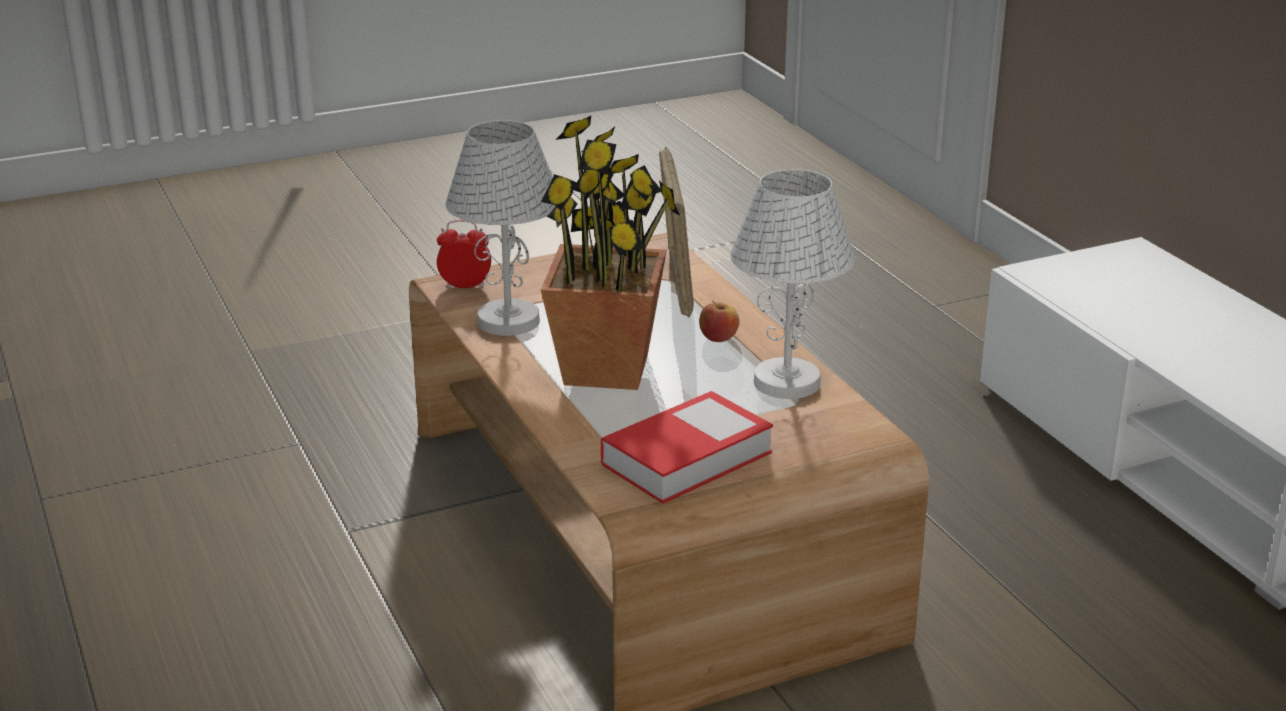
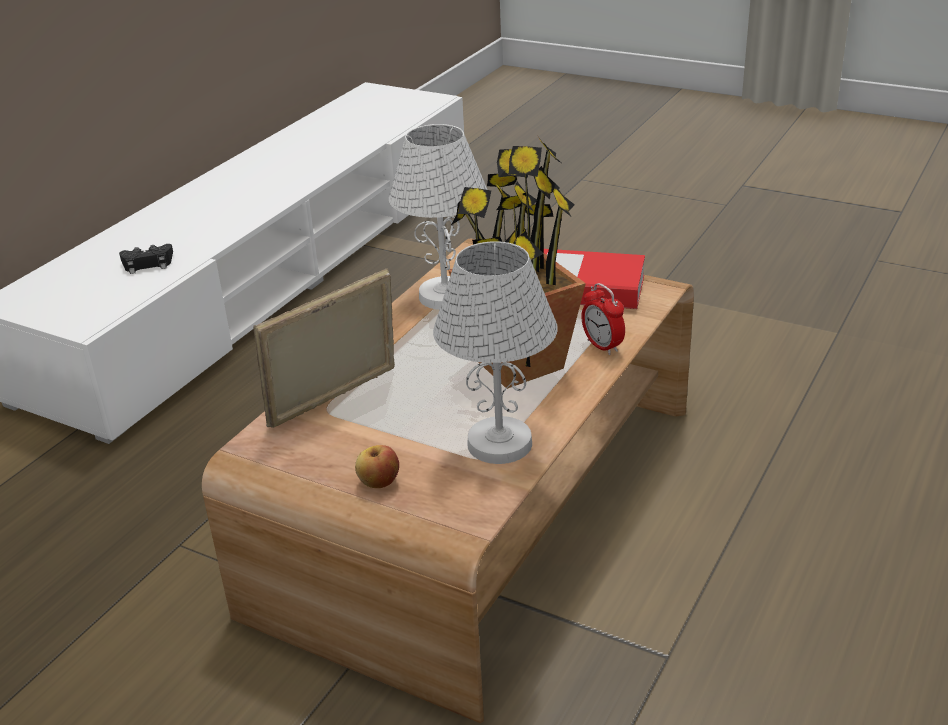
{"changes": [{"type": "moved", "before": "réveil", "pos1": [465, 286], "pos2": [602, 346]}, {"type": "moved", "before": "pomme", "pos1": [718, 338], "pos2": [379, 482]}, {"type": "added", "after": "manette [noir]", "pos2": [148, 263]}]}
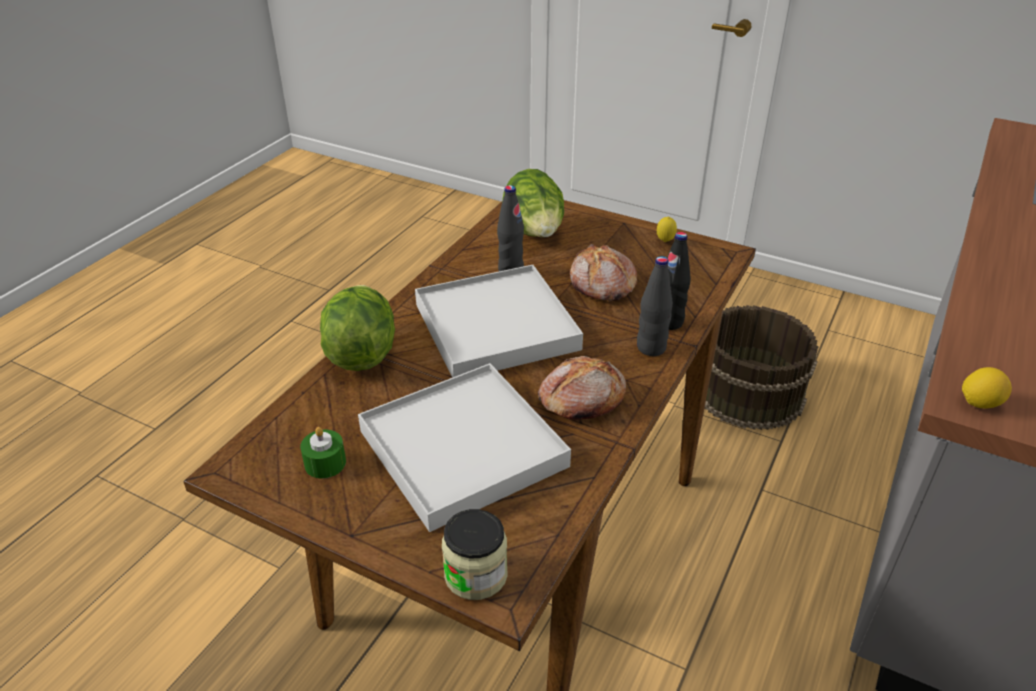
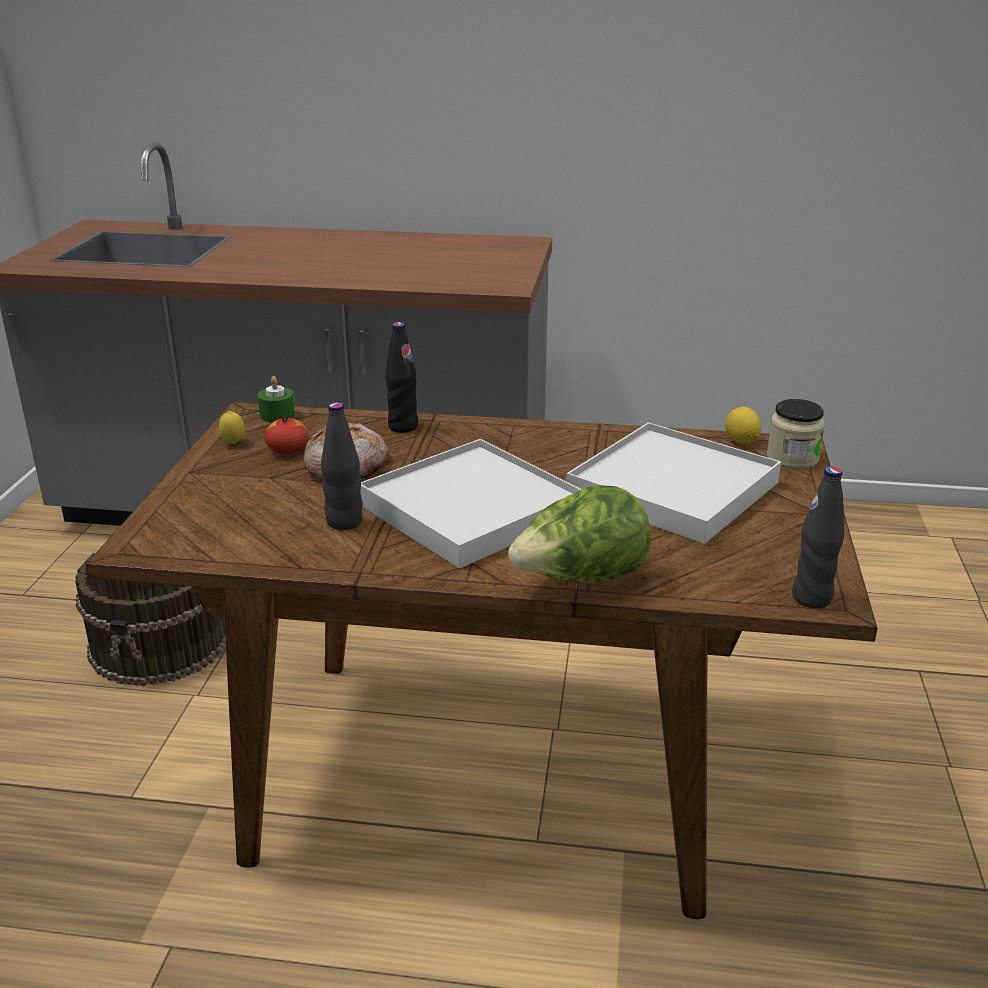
{"changes": [{"type": "moved", "before": "bougie [vert]", "pos1": [325, 463], "pos2": [277, 415]}, {"type": "removed", "before": "laitue", "pos1": [535, 233]}, {"type": "removed", "before": "pain", "pos1": [580, 398]}, {"type": "moved", "before": "bouteille [noir]", "pos1": [651, 348], "pos2": [812, 598]}, {"type": "moved", "before": "citron", "pos1": [979, 403], "pos2": [741, 441]}, {"type": "added", "after": "pomme", "pos2": [288, 450]}]}
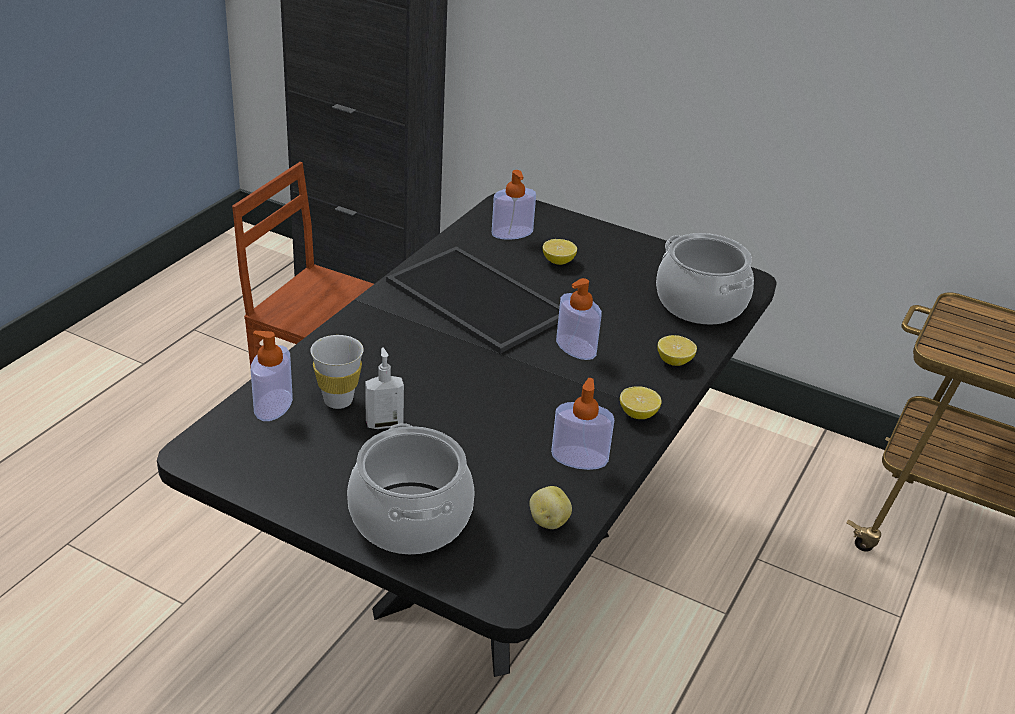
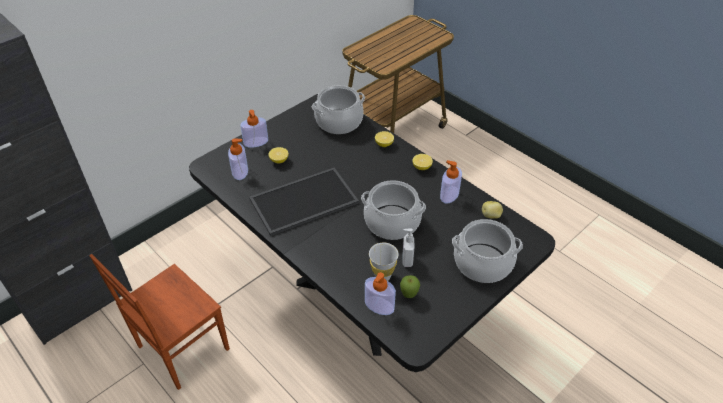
{"changes": [{"type": "moved", "before": "distributeur de savon", "pos1": [576, 347], "pos2": [256, 142]}, {"type": "added", "after": "marmite", "pos2": [392, 222]}, {"type": "added", "after": "pomme", "pos2": [409, 295]}]}
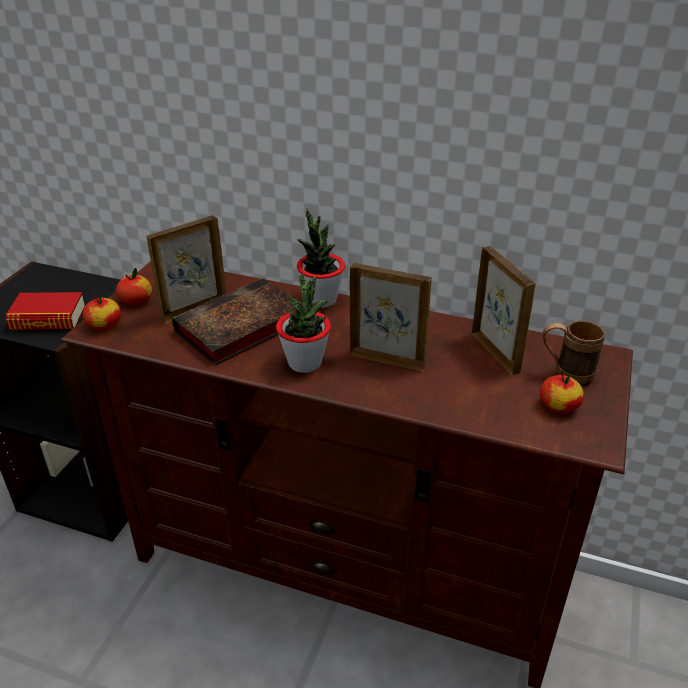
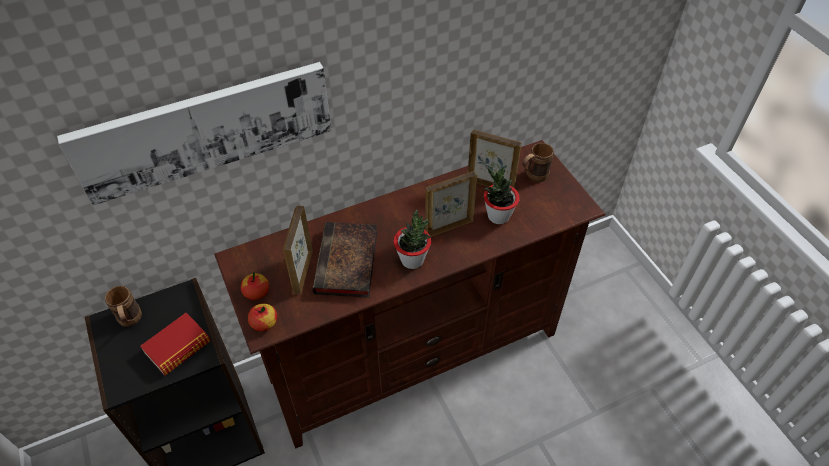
{"changes": [{"type": "moved", "before": "plante en pot", "pos1": [321, 300], "pos2": [498, 216]}, {"type": "removed", "before": "pomme", "pos1": [558, 405]}, {"type": "added", "after": "tableau", "pos2": [205, 129]}, {"type": "added", "after": "mug [marron]", "pos2": [130, 321]}]}
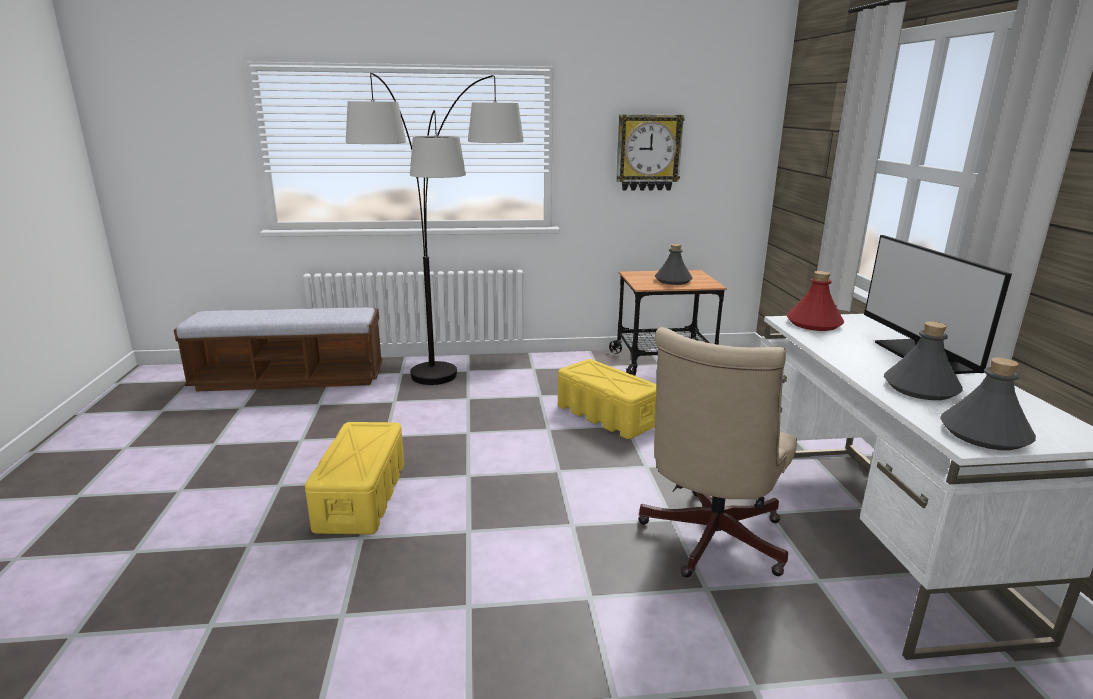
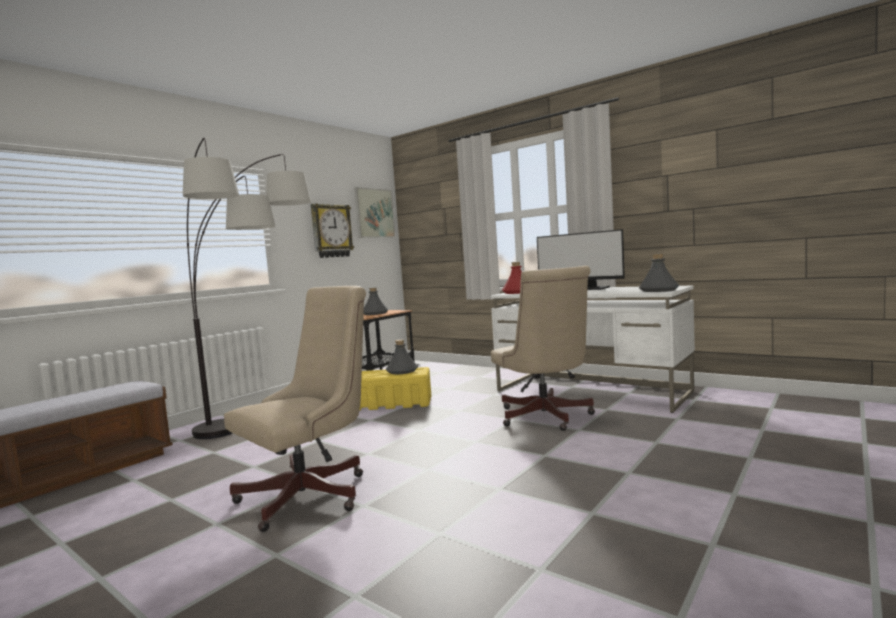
{"changes": [{"type": "replaced", "before": "boîte de rangement [jaune]", "after": "chaise de bureau [beige]", "pos1": [361, 497], "pos2": [312, 494]}, {"type": "moved", "before": "bouteille [gris]", "pos1": [920, 388], "pos2": [401, 371]}, {"type": "added", "after": "tableau", "pos2": [374, 213]}]}
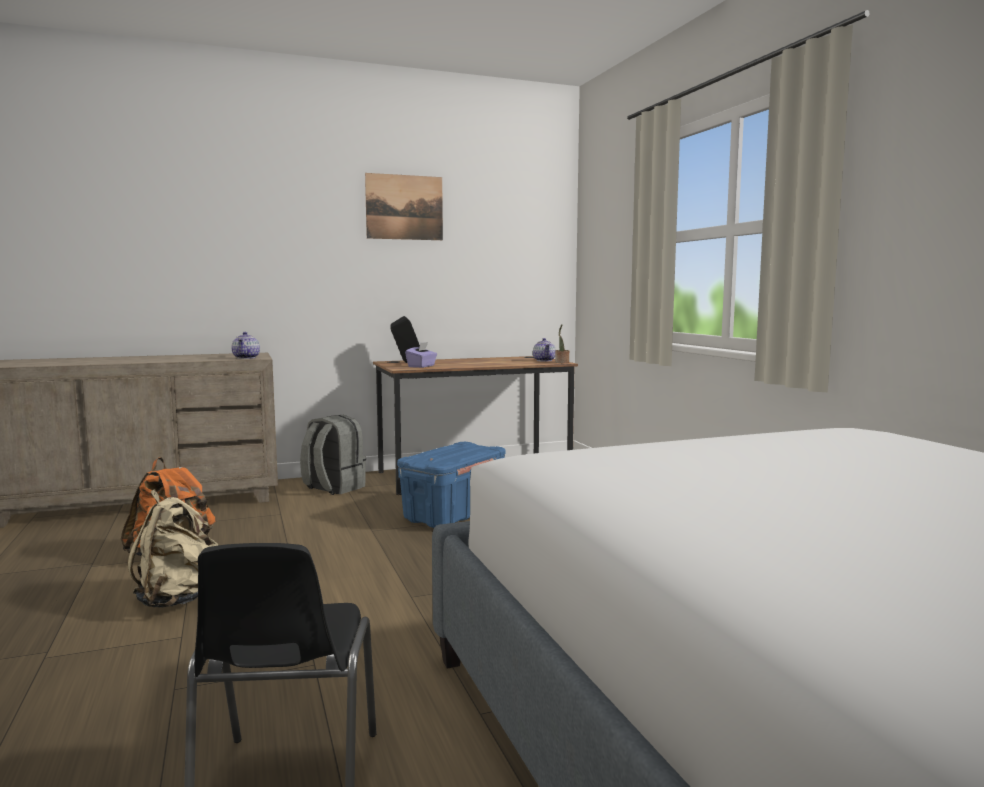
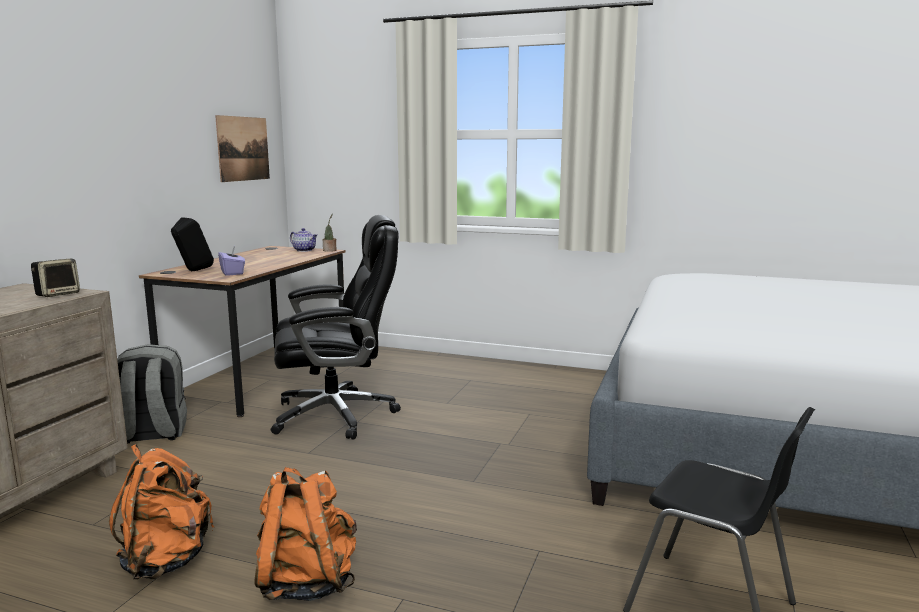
{"changes": [{"type": "recoloured", "before": "sac à dos [beige]", "after": "sac à dos [orange]", "pos1": [177, 599], "pos2": [307, 583]}, {"type": "replaced", "before": "théière", "after": "enceinte", "pos1": [246, 357], "pos2": [58, 294]}, {"type": "moved", "before": "tableau", "pos1": [404, 207], "pos2": [243, 148]}, {"type": "replaced", "before": "boîte de rangement [bleu]", "after": "chaise de bureau [noir]", "pos1": [453, 514], "pos2": [337, 415]}]}
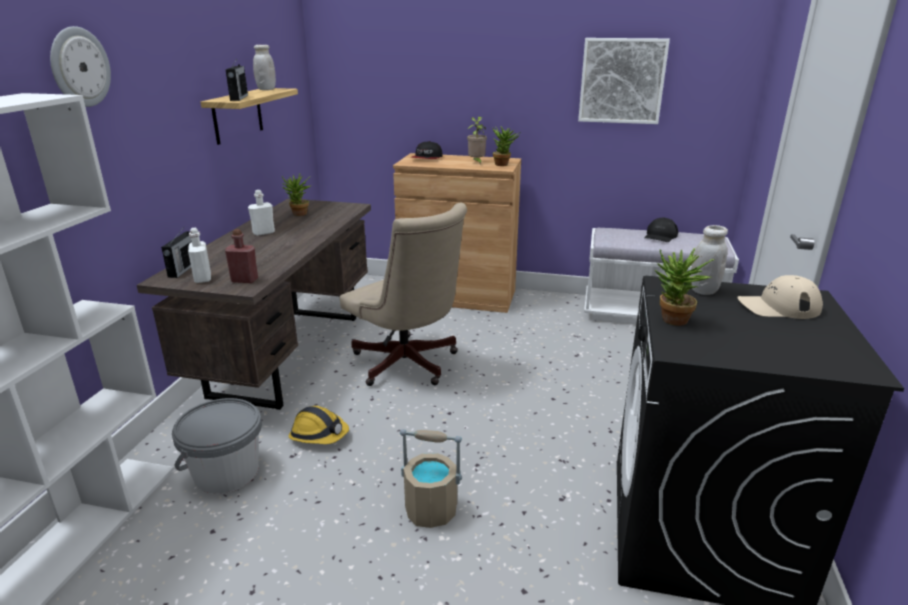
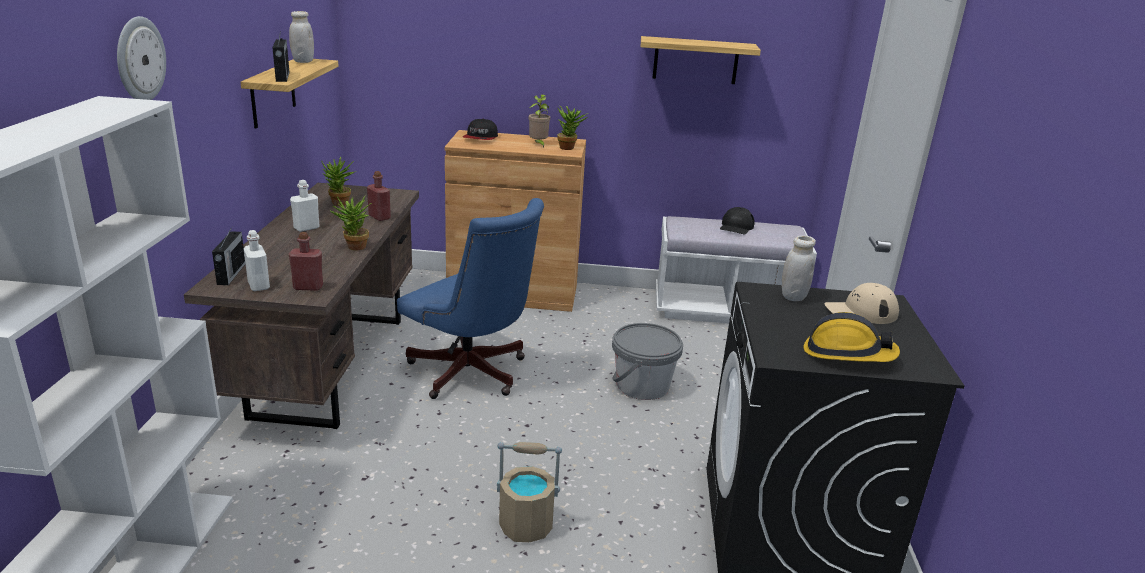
{"changes": [{"type": "moved", "before": "seau [gris]", "pos1": [226, 472], "pos2": [642, 385]}, {"type": "moved", "before": "casque de chantier", "pos1": [319, 435], "pos2": [847, 354]}, {"type": "recoloured", "before": "chaise de bureau [beige]", "after": "chaise de bureau [bleu]", "pos1": [408, 365], "pos2": [472, 375]}, {"type": "replaced", "before": "tableau", "after": "étagère", "pos1": [622, 81], "pos2": [695, 60]}, {"type": "moved", "before": "plante en pot", "pos1": [672, 322], "pos2": [354, 248]}, {"type": "added", "after": "bouteille [rouge]", "pos2": [379, 217]}]}
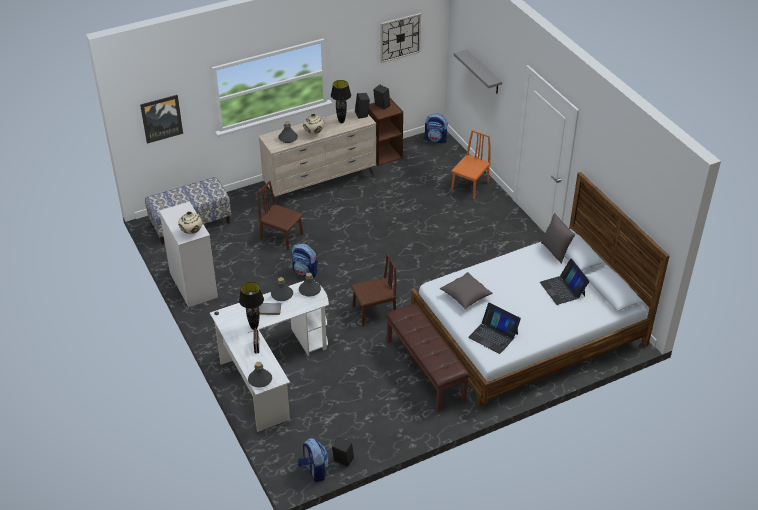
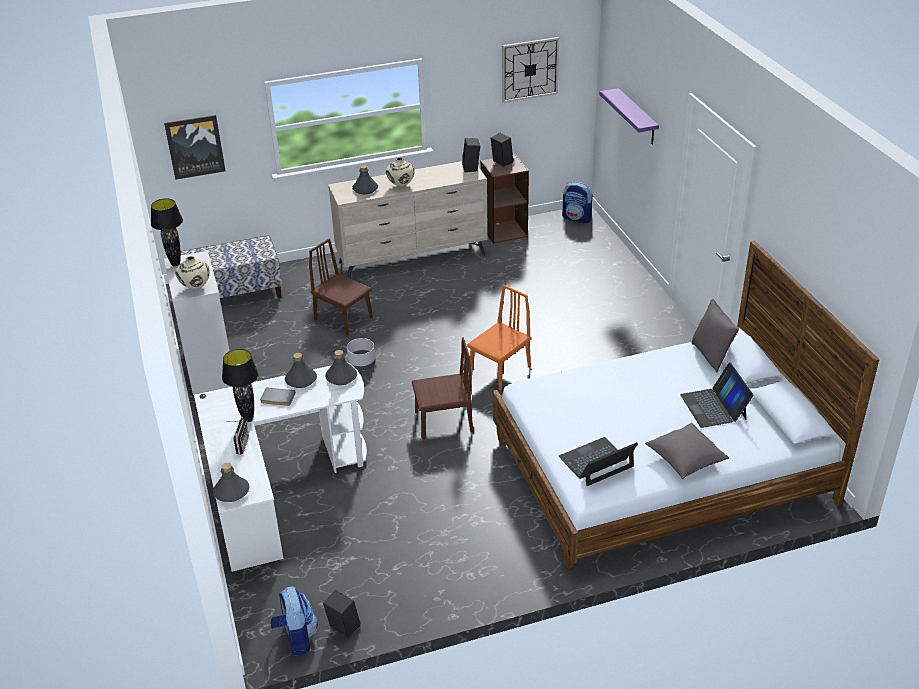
{"changes": [{"type": "replaced", "before": "sac à dos", "after": "cache-pot [gris]", "pos1": [305, 272], "pos2": [362, 364]}, {"type": "moved", "before": "lampe de table [noir]", "pos1": [341, 121], "pos2": [176, 264]}, {"type": "removed", "before": "banc [marron]", "pos1": [426, 370]}, {"type": "moved", "before": "coussin [gris]", "pos1": [465, 296], "pos2": [685, 460]}, {"type": "moved", "before": "chaise [orange]", "pos1": [470, 186], "pos2": [500, 371]}, {"type": "recoloured", "before": "étagère [gris]", "after": "étagère [violet]", "pos1": [483, 72], "pos2": [637, 117]}, {"type": "turned", "before": "ordinateur portable", "pos1": [493, 335], "pos2": [596, 462], "turn": 105}]}
